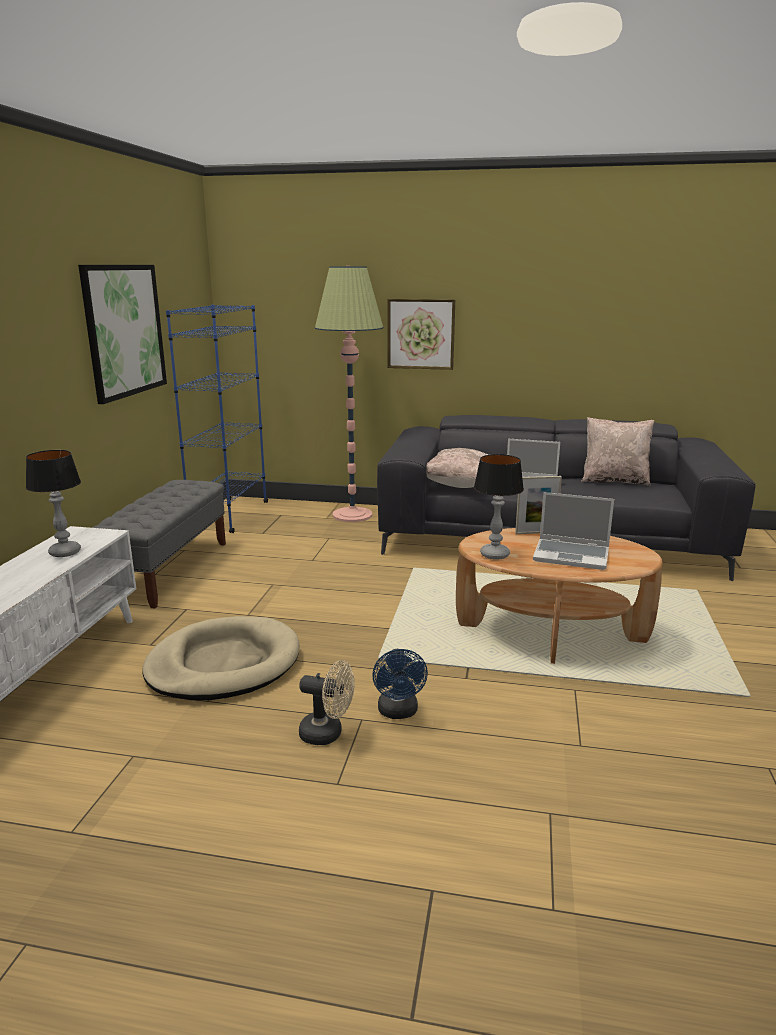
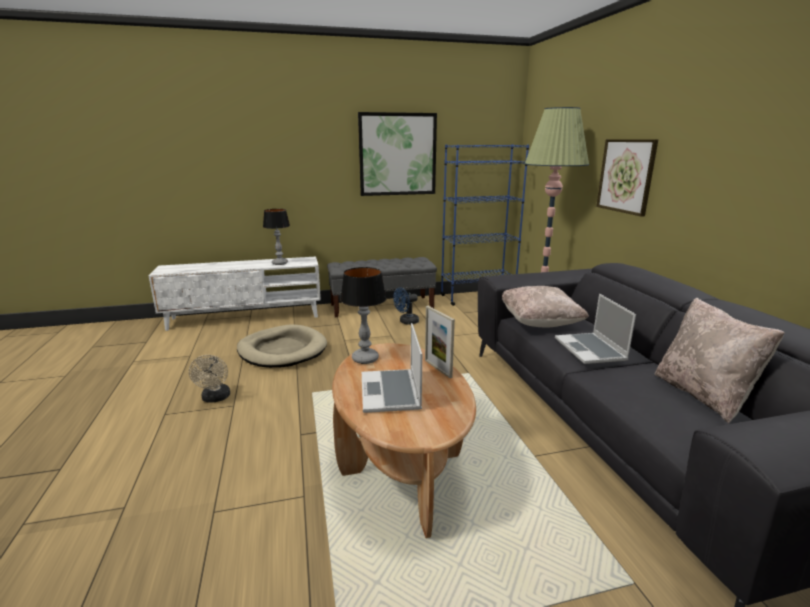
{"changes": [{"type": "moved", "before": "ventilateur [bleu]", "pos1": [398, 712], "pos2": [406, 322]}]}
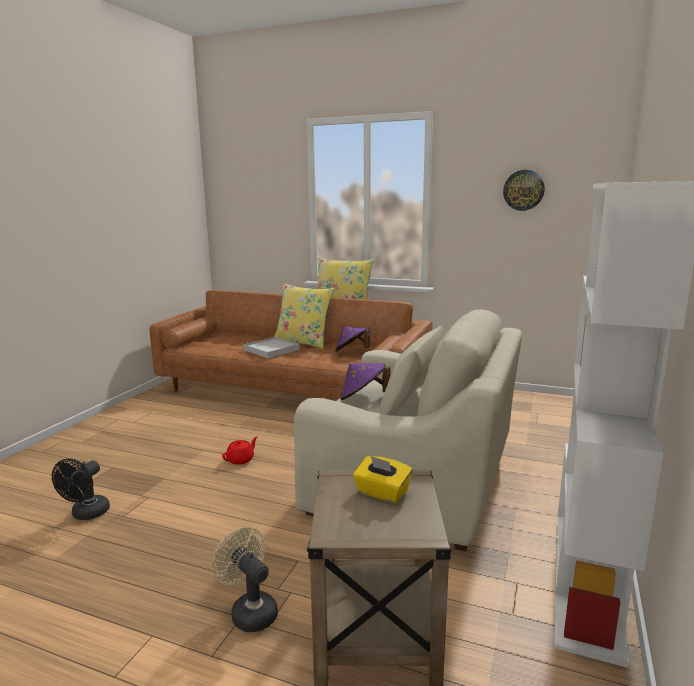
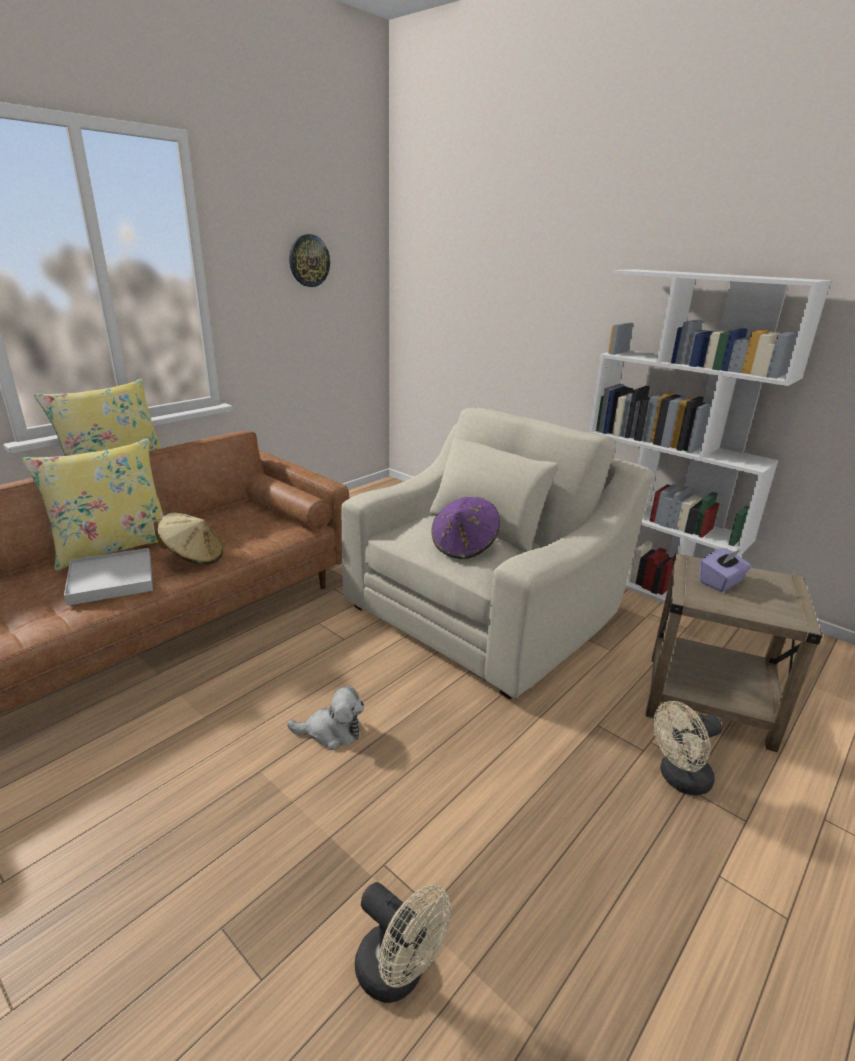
{"changes": [{"type": "recoloured", "before": "ventilateur [noir]", "after": "ventilateur [beige]", "pos1": [86, 514], "pos2": [399, 974]}, {"type": "replaced", "before": "théière [rouge]", "after": "peluche", "pos1": [241, 460], "pos2": [331, 732]}, {"type": "removed", "before": "chapeau [violet]", "pos1": [352, 351]}, {"type": "recoloured", "before": "boîte à mouchoirs [jaune]", "after": "boîte à mouchoirs [violet]", "pos1": [382, 493], "pos2": [721, 582]}, {"type": "added", "after": "chapeau [beige]", "pos2": [193, 557]}]}
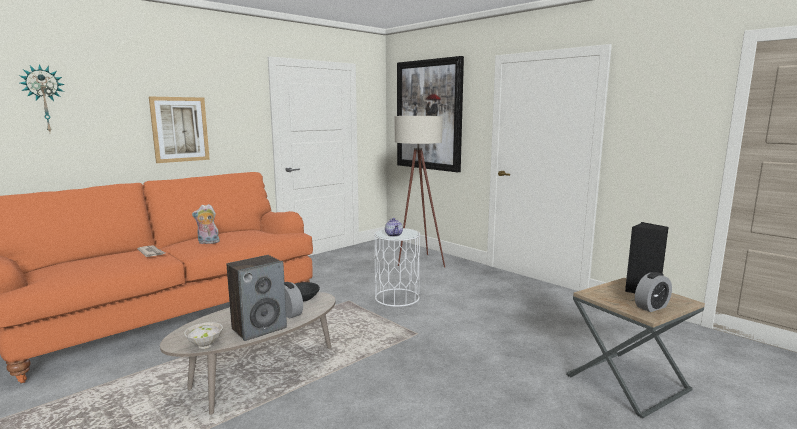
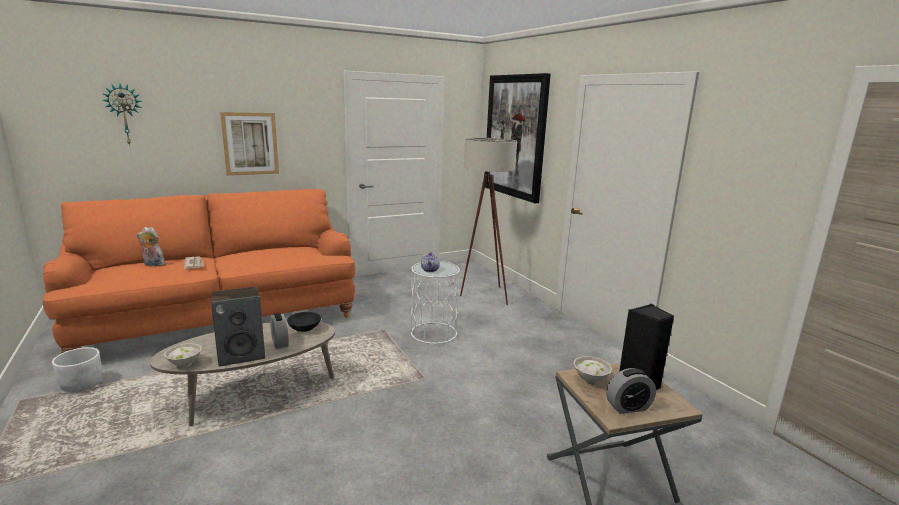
{"changes": [{"type": "moved", "before": "peluche", "pos1": [208, 242], "pos2": [152, 265]}, {"type": "added", "after": "cache-pot [blanc]", "pos2": [82, 385]}, {"type": "added", "after": "bol [blanc]", "pos2": [591, 381]}]}
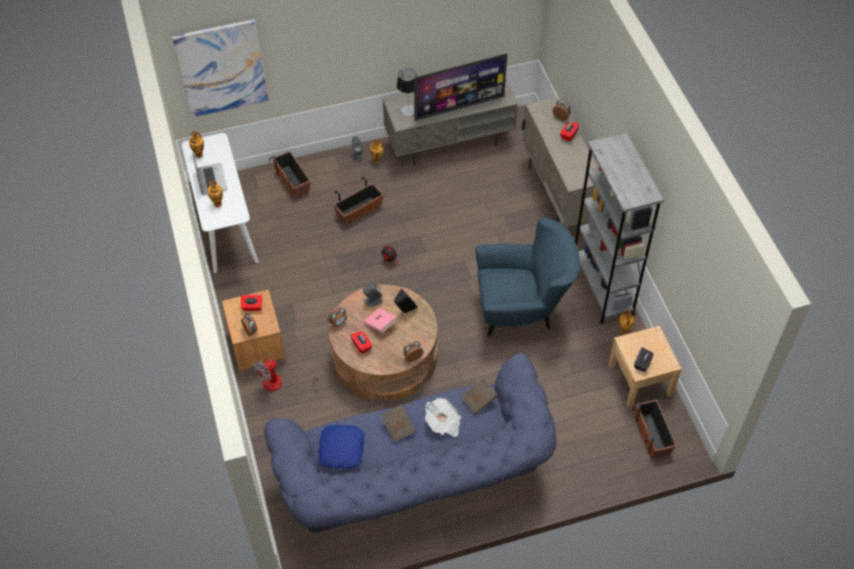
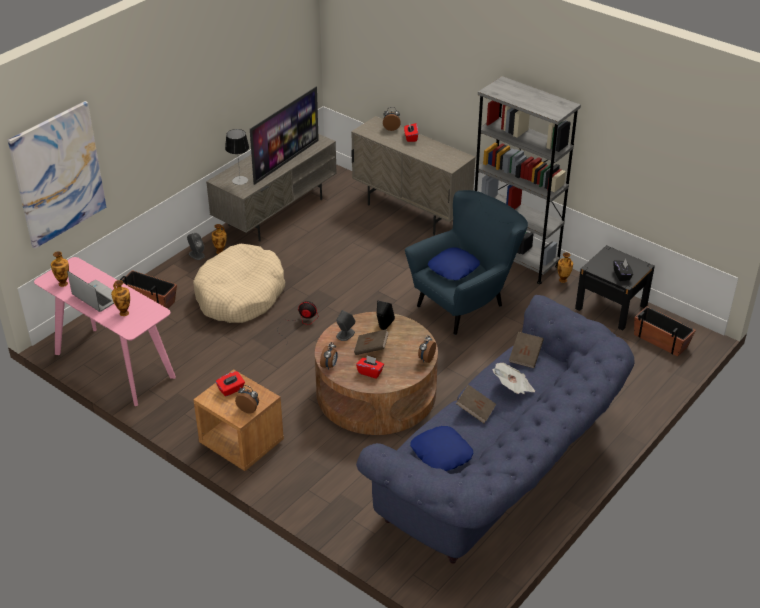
{"changes": [{"type": "recoloured", "before": "table console [blanc]", "after": "table console [rose]", "pos1": [225, 229], "pos2": [113, 365]}, {"type": "removed", "before": "ventilateur", "pos1": [280, 383]}, {"type": "replaced", "before": "cache-pot", "after": "panier pour chien [beige]", "pos1": [359, 211], "pos2": [240, 295]}, {"type": "recoloured", "before": "livre [rose]", "after": "livre [marron]", "pos1": [380, 324], "pos2": [371, 349]}, {"type": "recoloured", "before": "table de chevet [beige]", "after": "table de chevet [noir]", "pos1": [640, 379], "pos2": [611, 307]}, {"type": "added", "after": "coussin [bleu]", "pos2": [454, 268]}]}
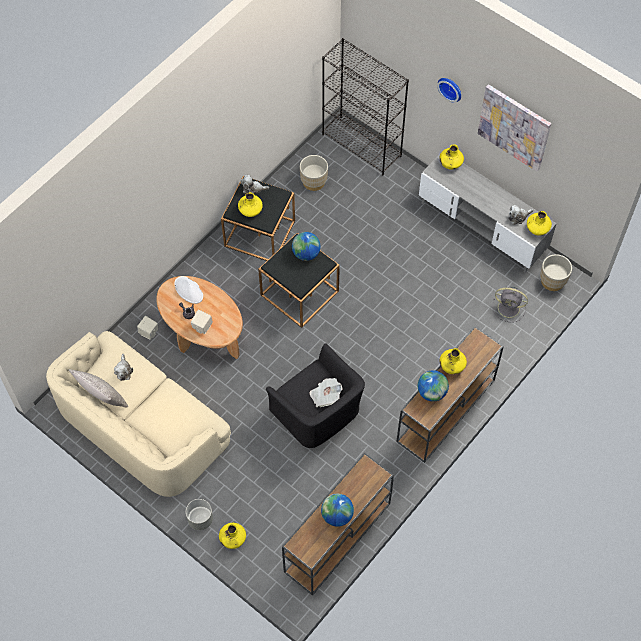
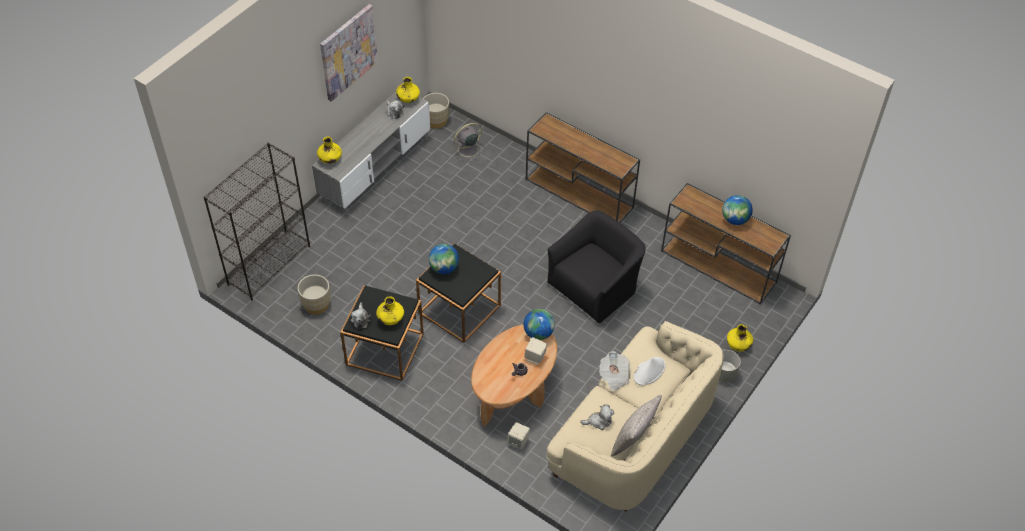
{"changes": [{"type": "moved", "before": "chapeau [blanc]", "pos1": [189, 290], "pos2": [649, 371]}, {"type": "moved", "before": "journal", "pos1": [325, 396], "pos2": [614, 376]}, {"type": "moved", "before": "globe", "pos1": [432, 392], "pos2": [538, 333]}, {"type": "removed", "before": "horloge murale", "pos1": [451, 88]}, {"type": "removed", "before": "vase [jaune]", "pos1": [451, 366]}, {"type": "turned", "before": "ventilateur [gris]", "pos1": [509, 308], "pos2": [467, 150], "turn": -135}]}
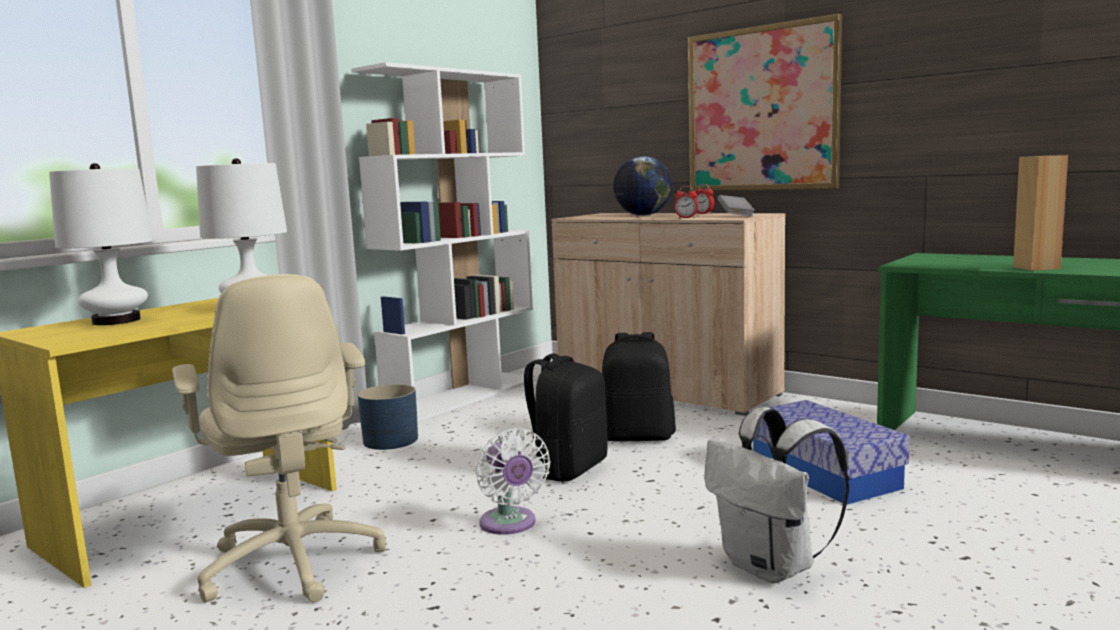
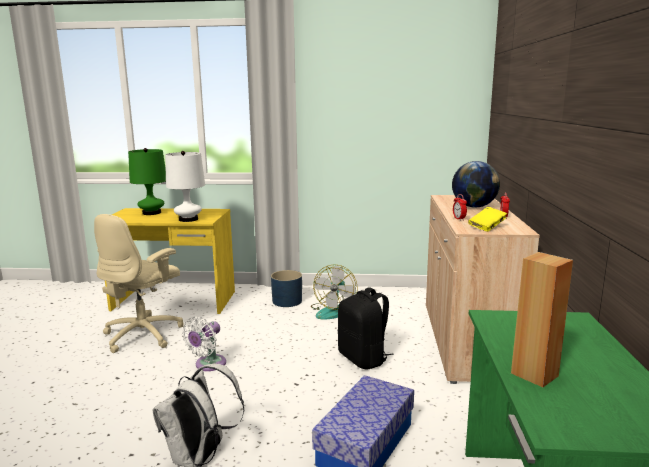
{"changes": [{"type": "recoloured", "before": "lampe de table [blanc]", "after": "lampe de table [vert]", "pos1": [116, 321], "pos2": [152, 213]}, {"type": "removed", "before": "bibliothèque [blanc]", "pos1": [463, 396]}, {"type": "removed", "before": "sac à dos [noir]", "pos1": [567, 469]}, {"type": "removed", "before": "tableau", "pos1": [762, 109]}, {"type": "recoloured", "before": "livre [gris]", "after": "livre [jaune]", "pos1": [735, 216], "pos2": [487, 227]}, {"type": "added", "after": "ventilateur", "pos2": [333, 311]}]}
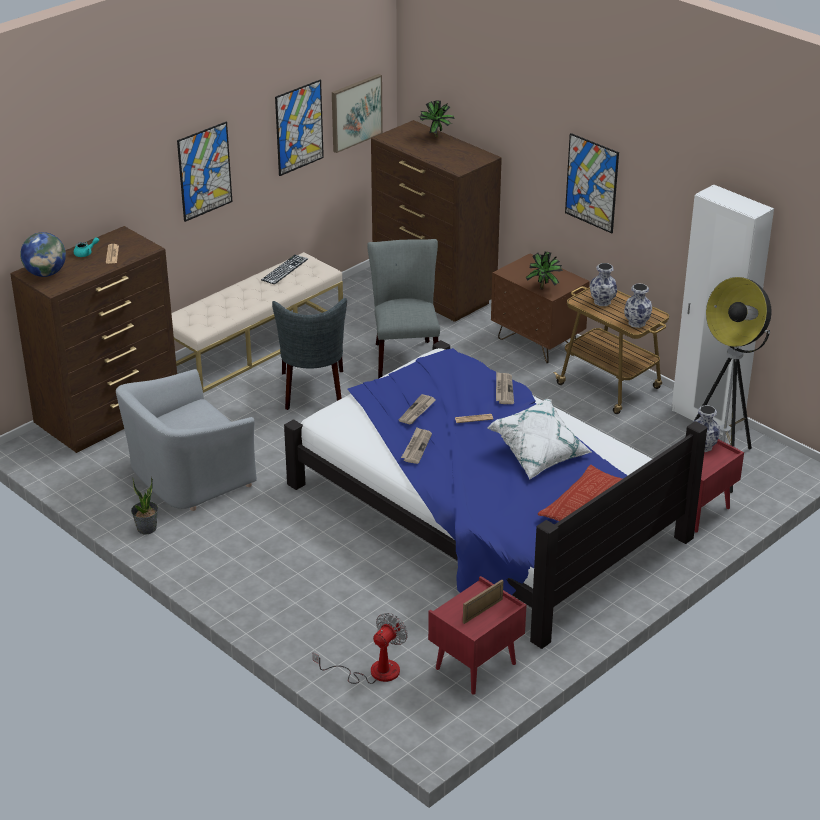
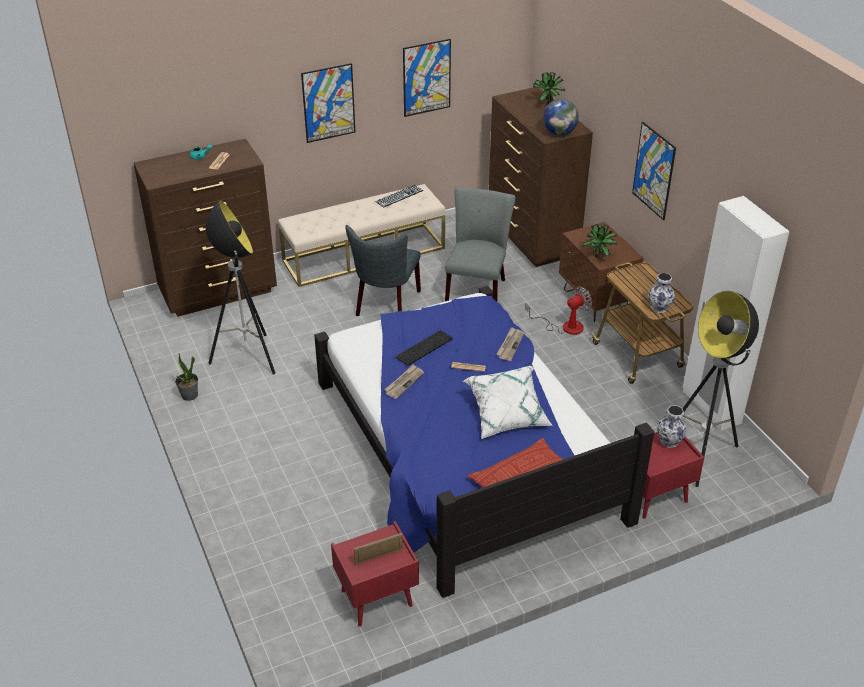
{"changes": [{"type": "moved", "before": "globe", "pos1": [46, 273], "pos2": [559, 133]}, {"type": "replaced", "before": "fauteuil [gris]", "after": "lampadaire", "pos1": [188, 477], "pos2": [247, 357]}, {"type": "moved", "before": "ventilateur", "pos1": [373, 671], "pos2": [565, 326]}, {"type": "removed", "before": "tableau", "pos1": [356, 112]}, {"type": "replaced", "before": "journal", "after": "clavier", "pos1": [417, 411], "pos2": [424, 348]}, {"type": "removed", "before": "vase", "pos1": [602, 302]}]}
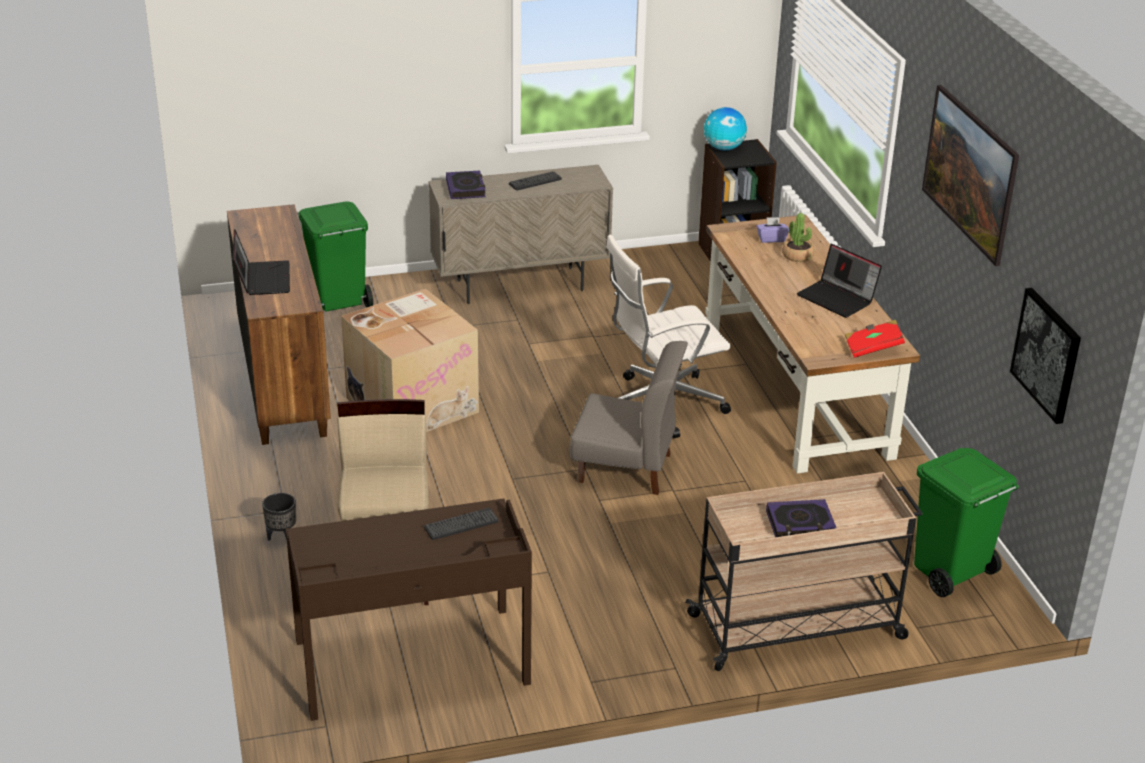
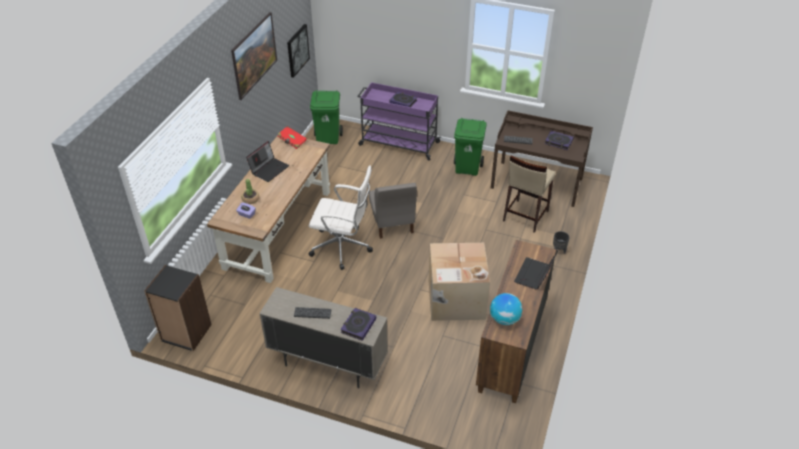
{"changes": [{"type": "moved", "before": "poubelle [vert]", "pos1": [338, 304], "pos2": [467, 168]}, {"type": "turned", "before": "chaise [gris]", "pos1": [625, 468], "pos2": [392, 223], "turn": -150}, {"type": "recoloured", "before": "chariot [beige]", "after": "chariot [violet]", "pos1": [799, 627], "pos2": [398, 143]}, {"type": "moved", "before": "globe", "pos1": [723, 148], "pos2": [504, 319]}, {"type": "turned", "before": "ordinateur portable", "pos1": [838, 298], "pos2": [269, 169], "turn": 45}, {"type": "added", "after": "livre", "pos2": [558, 142]}]}
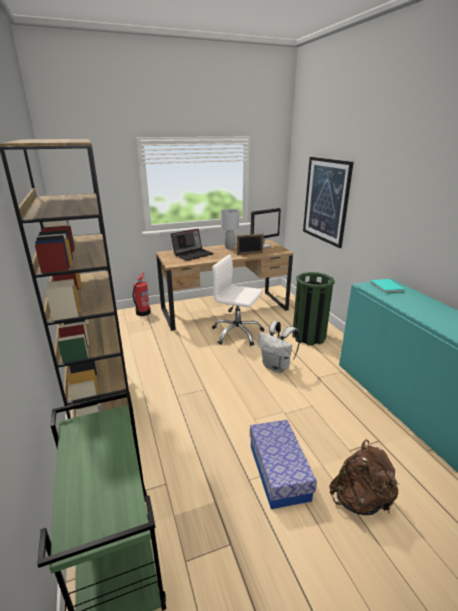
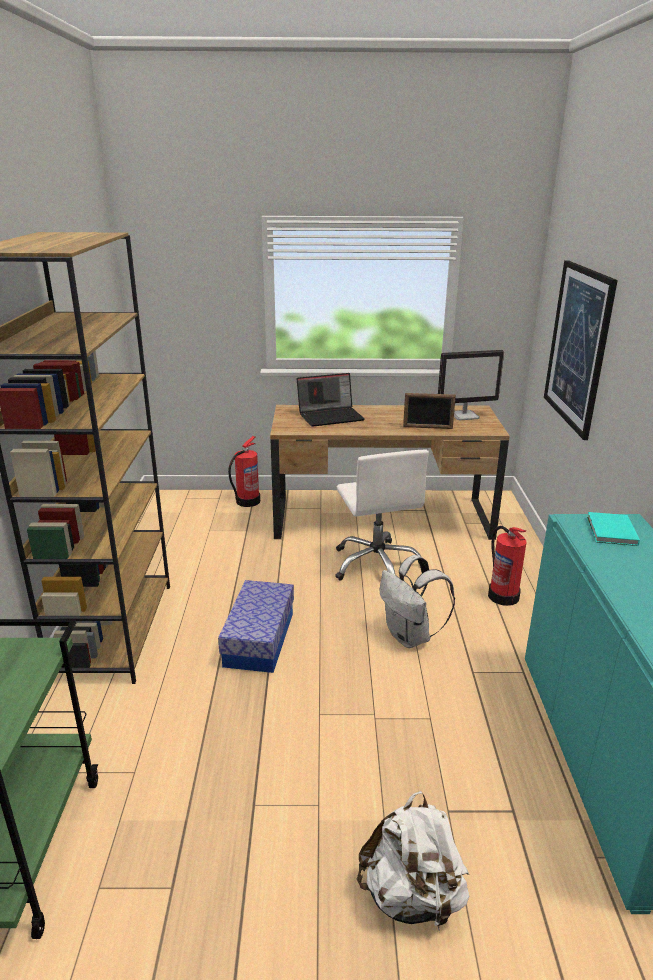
{"changes": [{"type": "turned", "before": "chaise de bureau [blanc]", "pos1": [237, 333], "pos2": [377, 564], "turn": -150}, {"type": "removed", "before": "lampe de table [gris]", "pos1": [229, 248]}, {"type": "moved", "before": "boîte de rangement", "pos1": [279, 472], "pos2": [259, 639]}, {"type": "replaced", "before": "poubelle [vert]", "after": "extincteur", "pos1": [308, 336], "pos2": [503, 595]}, {"type": "recoloured", "before": "sac à dos [marron]", "after": "sac à dos [blanc]", "pos1": [360, 500], "pos2": [412, 896]}]}
